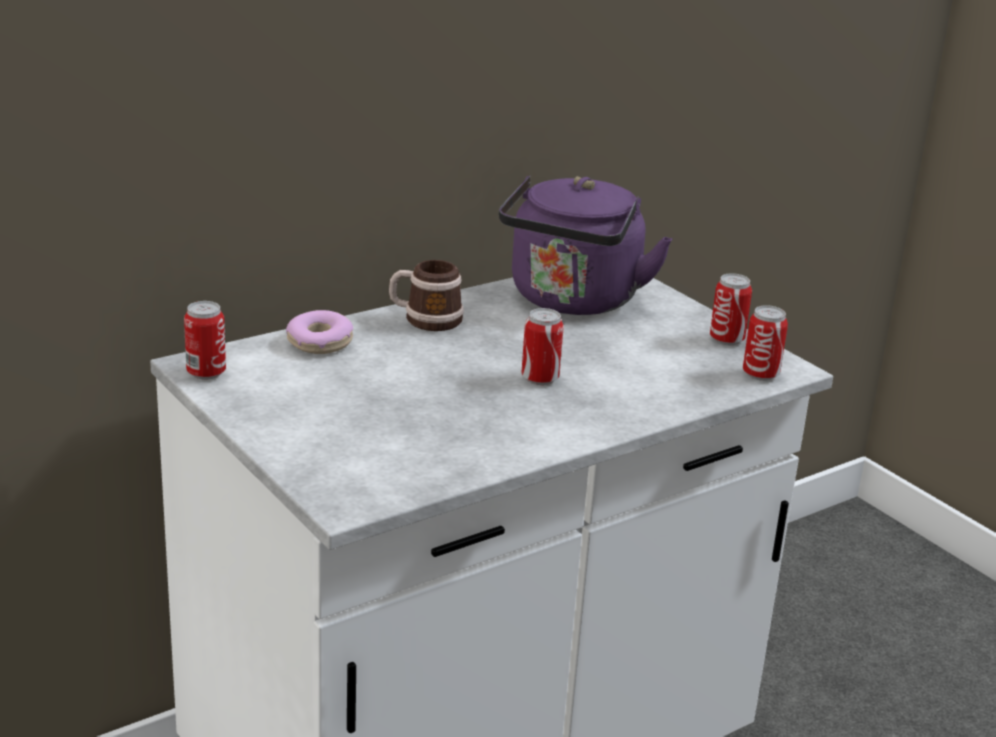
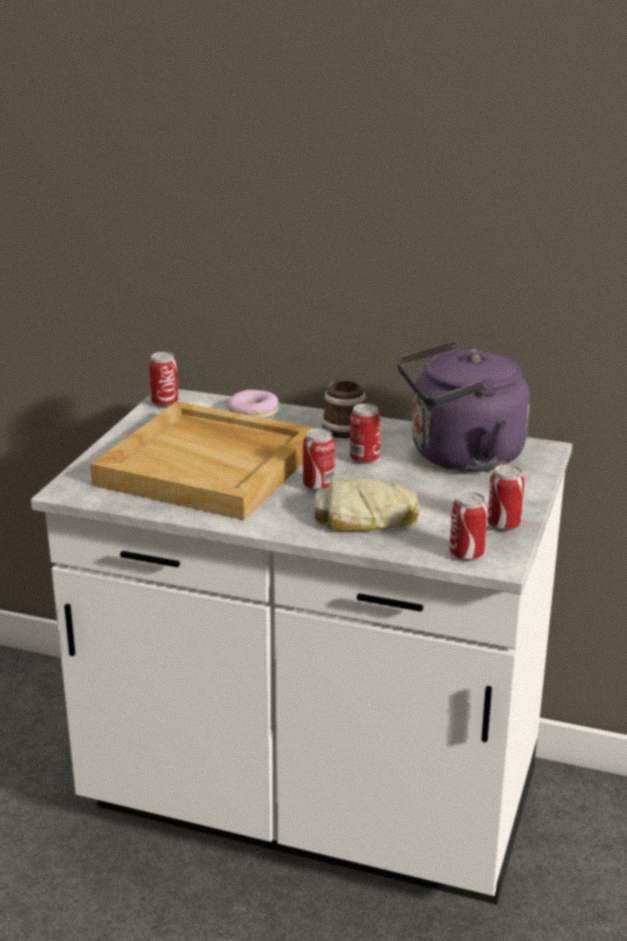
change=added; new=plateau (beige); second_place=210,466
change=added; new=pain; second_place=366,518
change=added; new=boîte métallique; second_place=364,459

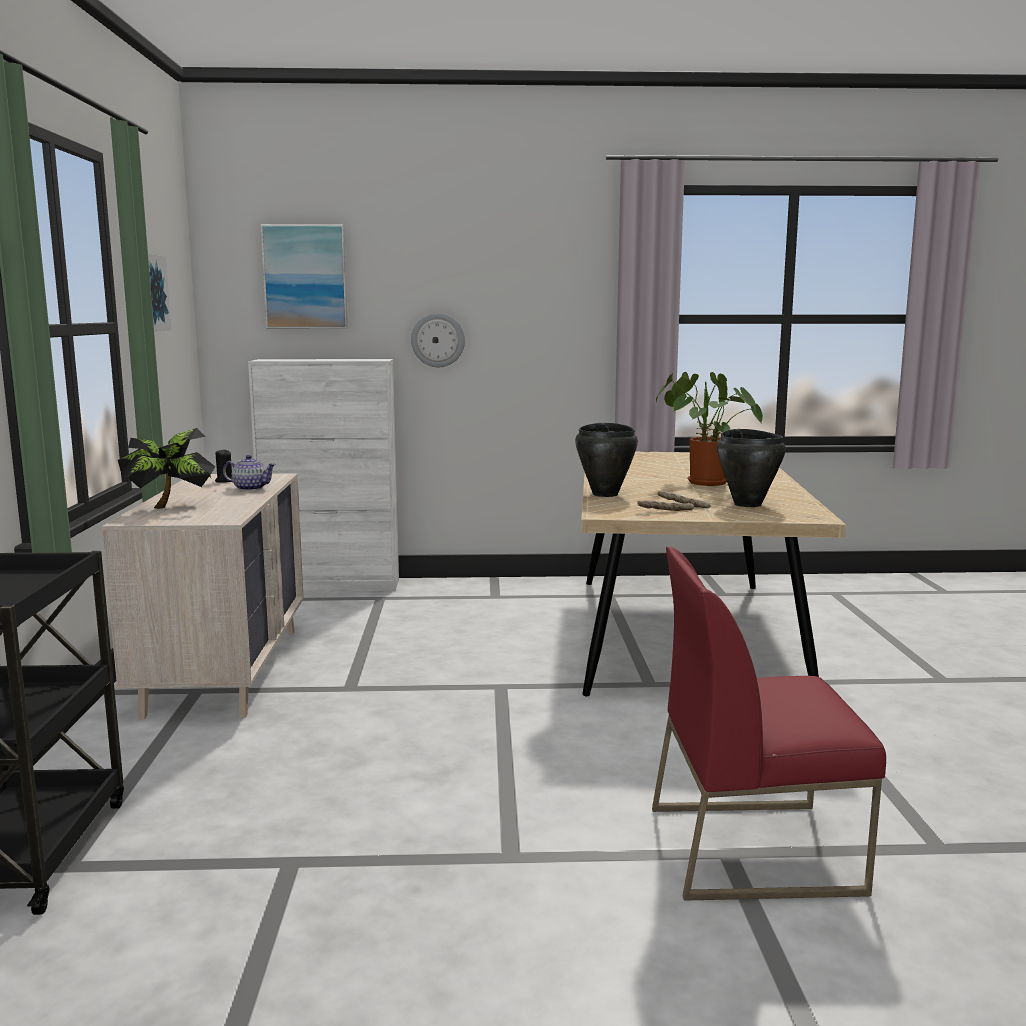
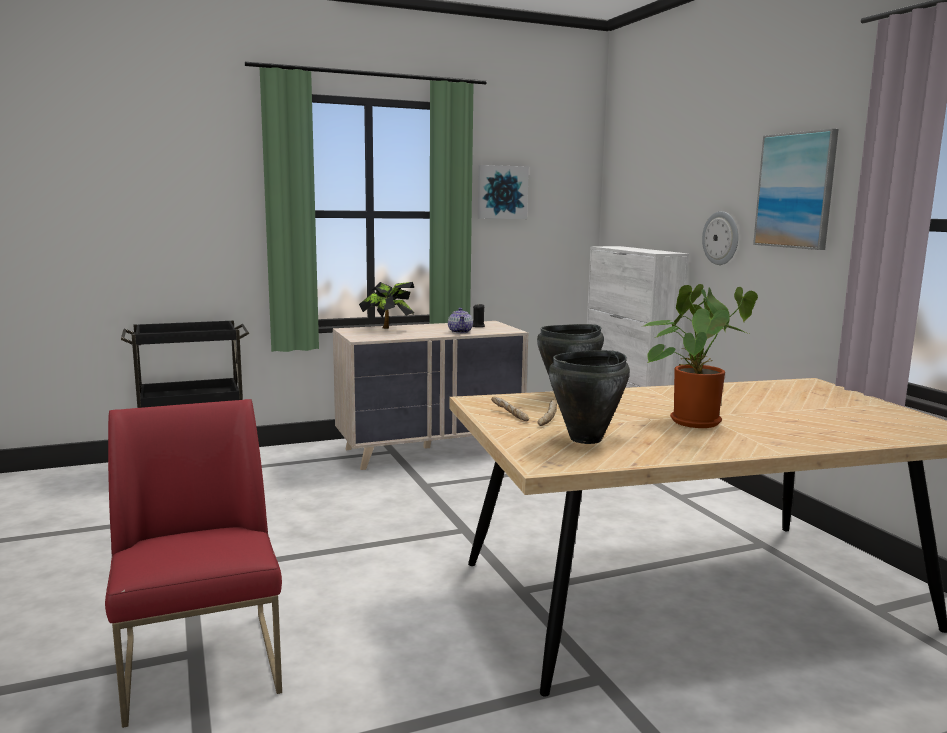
change=moved; old=tableau; first_place=305,277; second_place=796,190

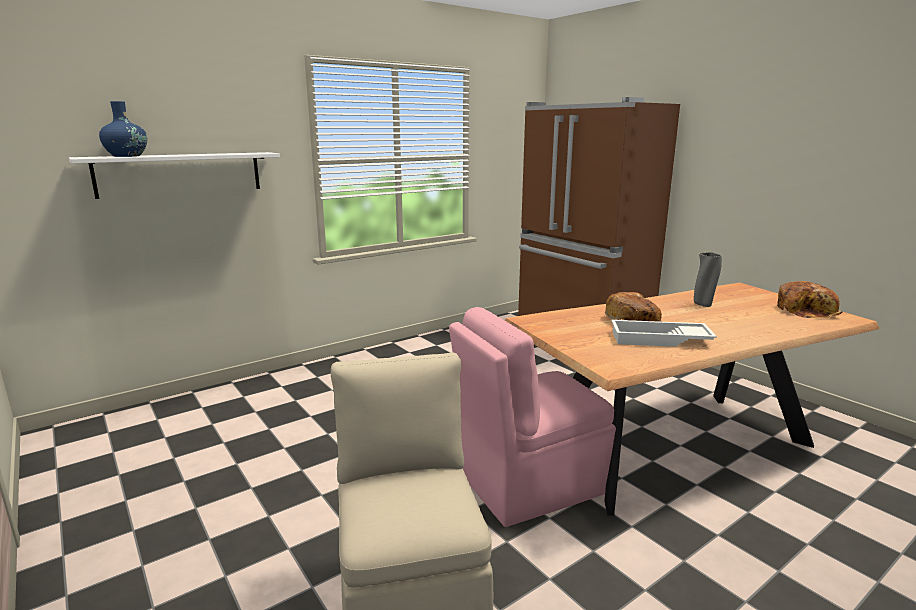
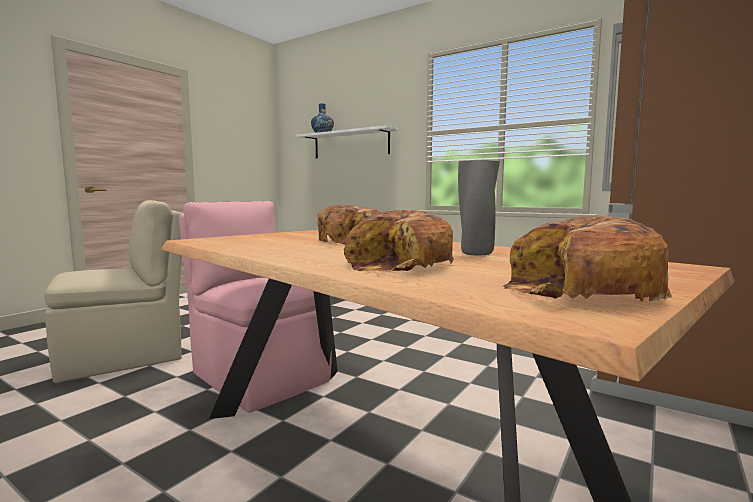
change=added; new=pain; second_place=401,265
change=removed; old=plateau (blanc); first_place=659,340

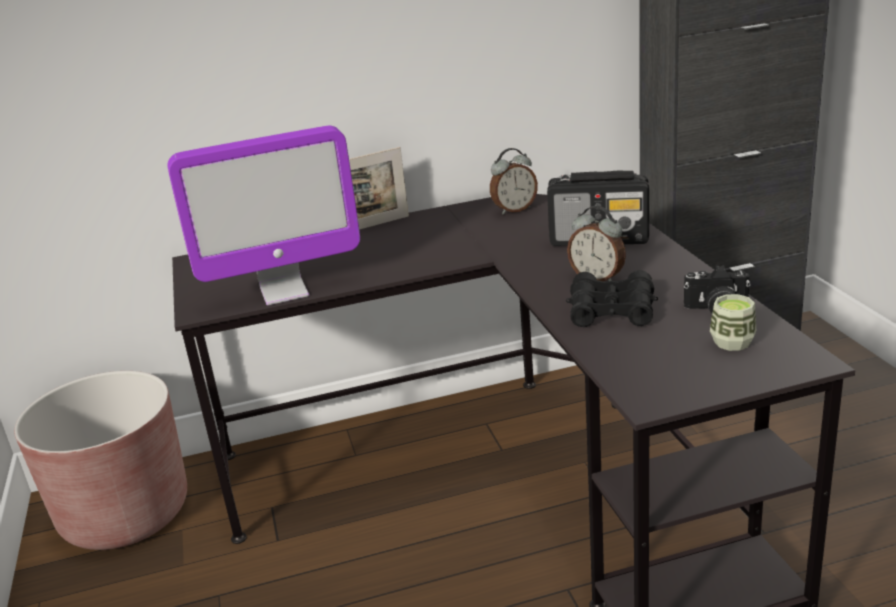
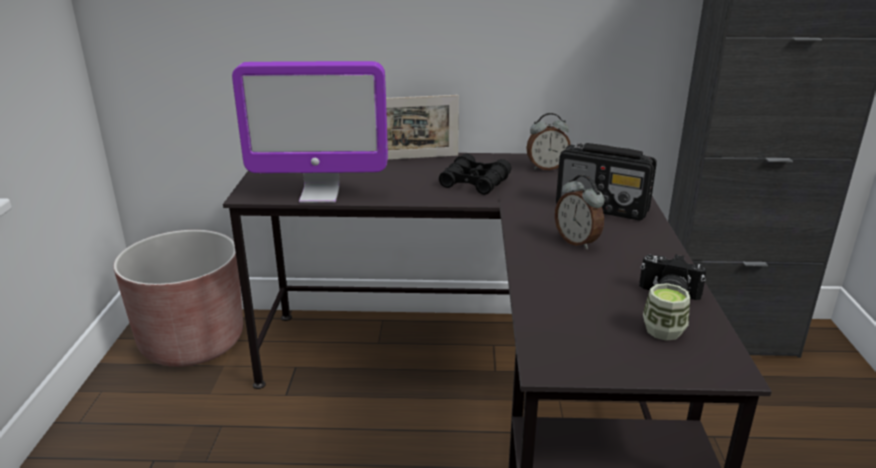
change=moved; old=jumelles (noir); first_place=612,311; second_place=474,183

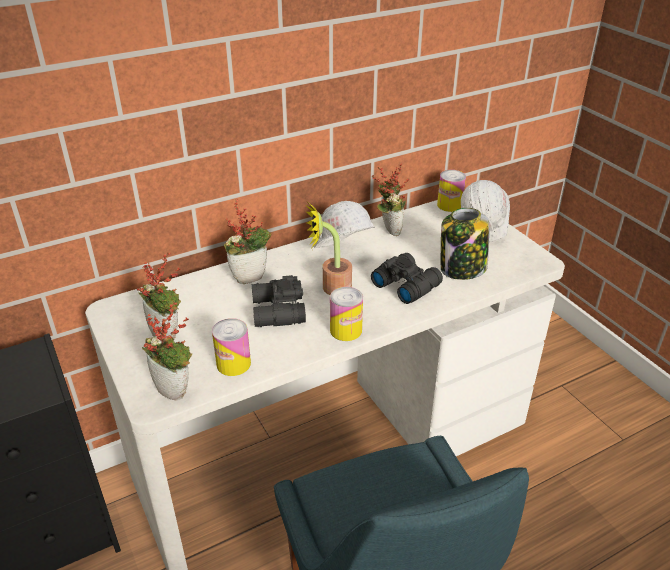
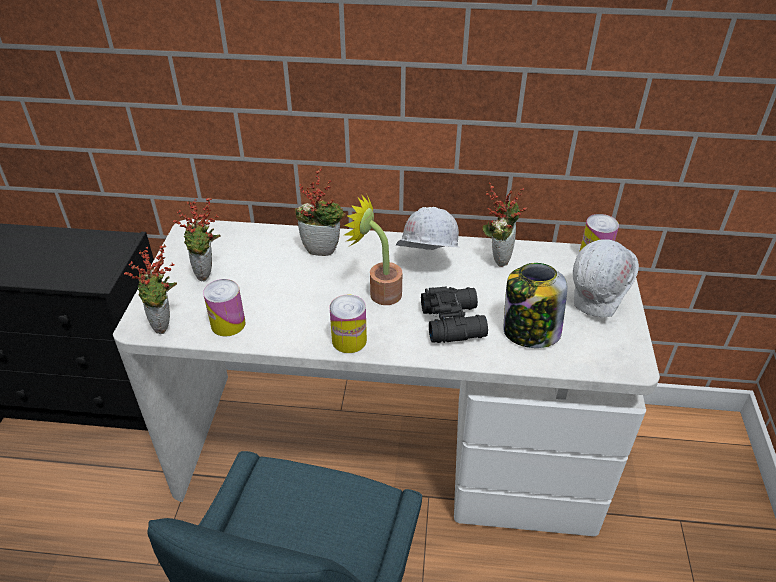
change=removed; old=jumelles (noir); first_place=277,312

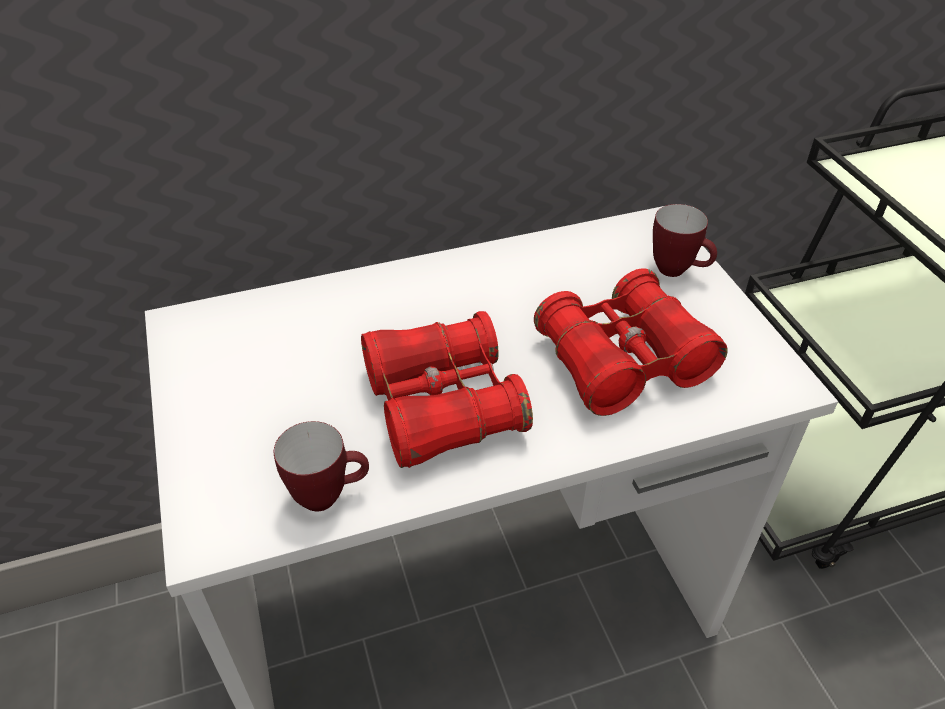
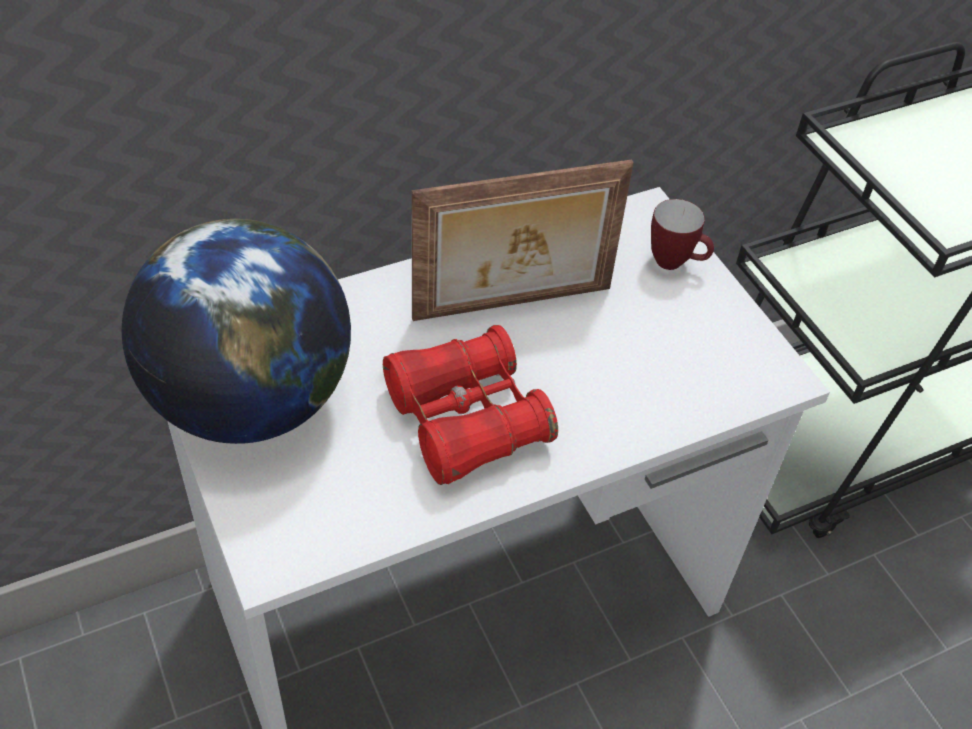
change=added; new=globe; second_place=250,401
change=added; new=cadre photo; second_place=513,306
change=removed; old=mug; first_place=329,495
change=removed; old=jumelles (rouge); first_place=623,361

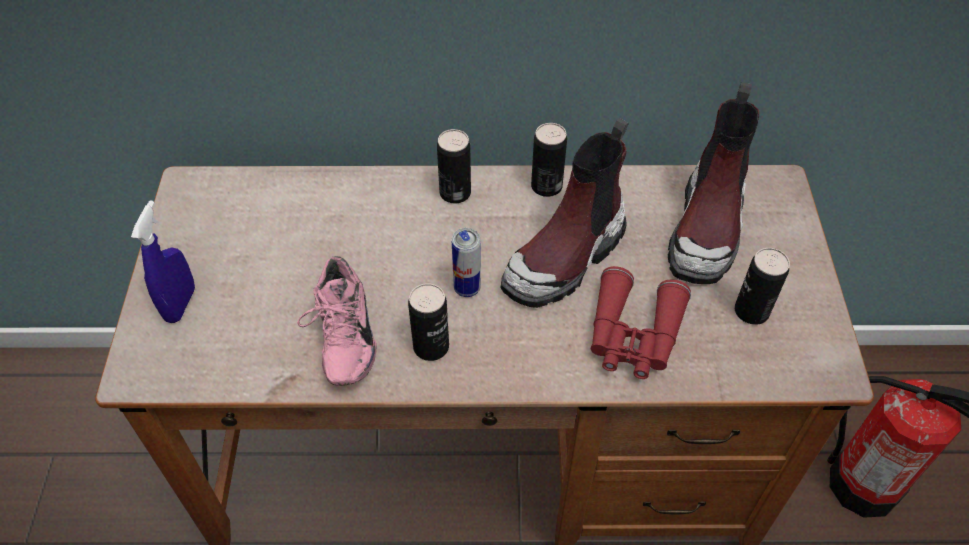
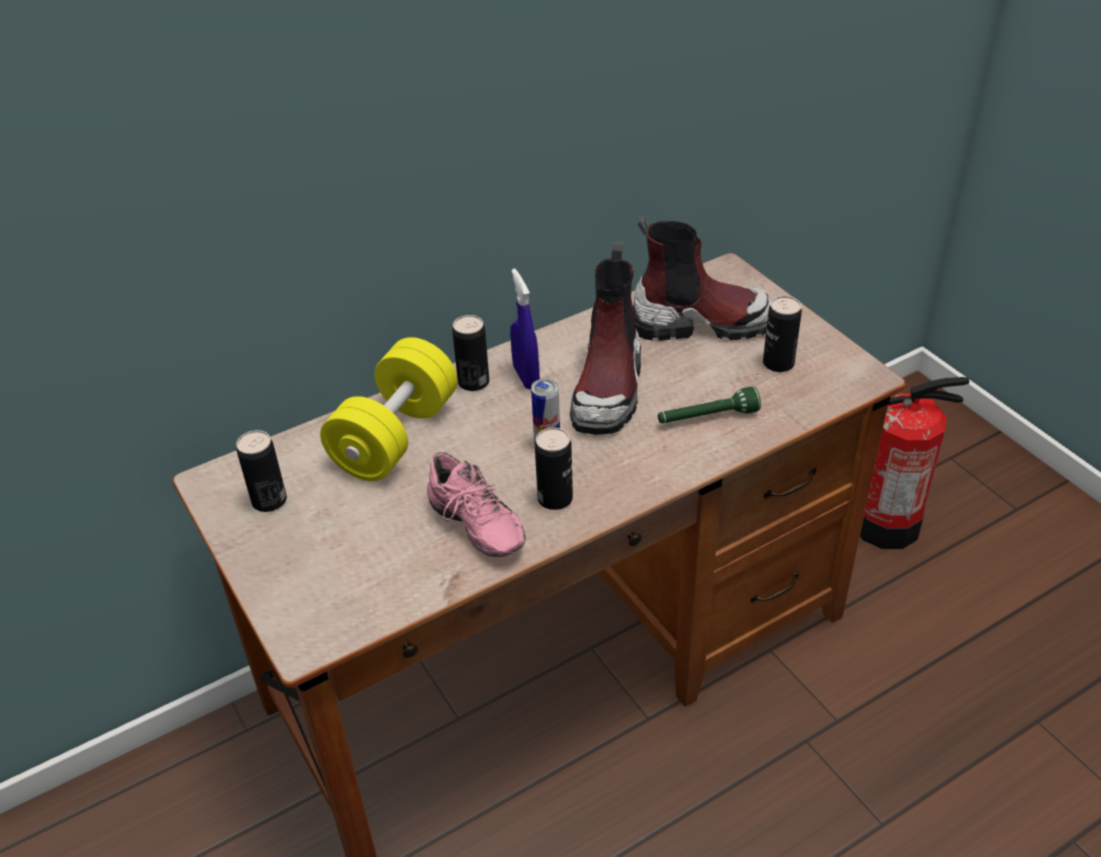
change=moved; old=boîte métallique; first_place=546,186; second_place=269,501
change=added; new=haltère (jaune); second_place=395,436
change=moved; old=vaporisateur (bleu); first_place=180,304; second_place=526,377
change=turned; old=botte; first_place=707,229; second_place=700,323; degrees=-75
change=replaced; old=jumelles (rouge); new=lampe de poche (vert); first_place=633,335; second_place=707,418

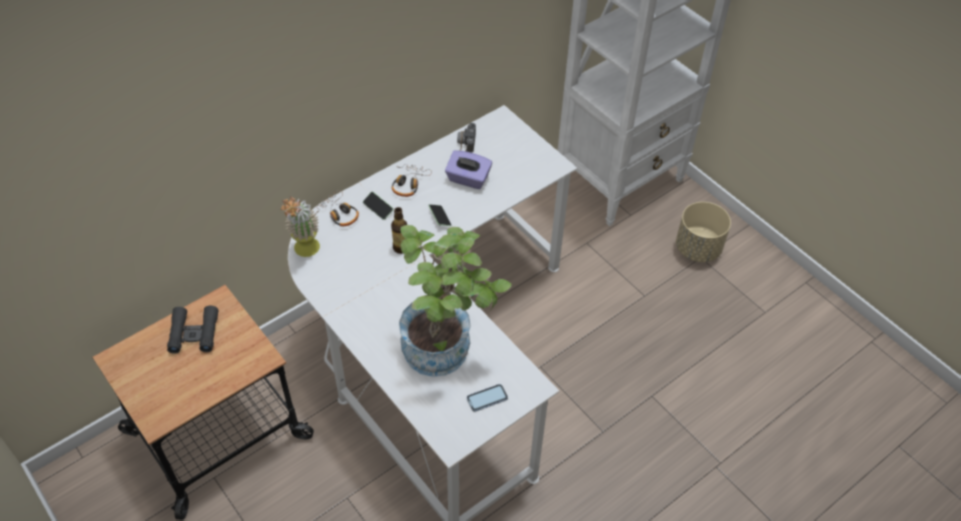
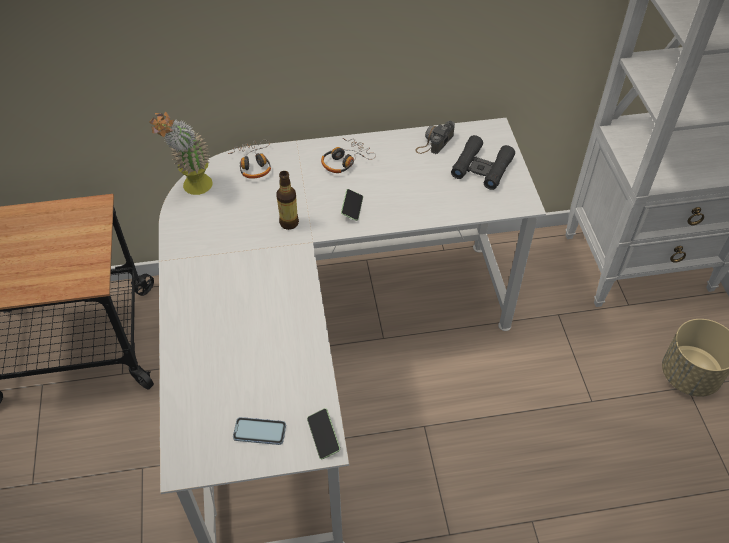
change=moved; old=téléphone; first_place=378,208; second_place=323,437
change=moved; old=jumelles (noir); first_place=194,333; second_place=481,168
change=removed; old=plante en pot; first_place=446,348
change=removed; old=boîte à mouchoirs (violet); first_place=468,179

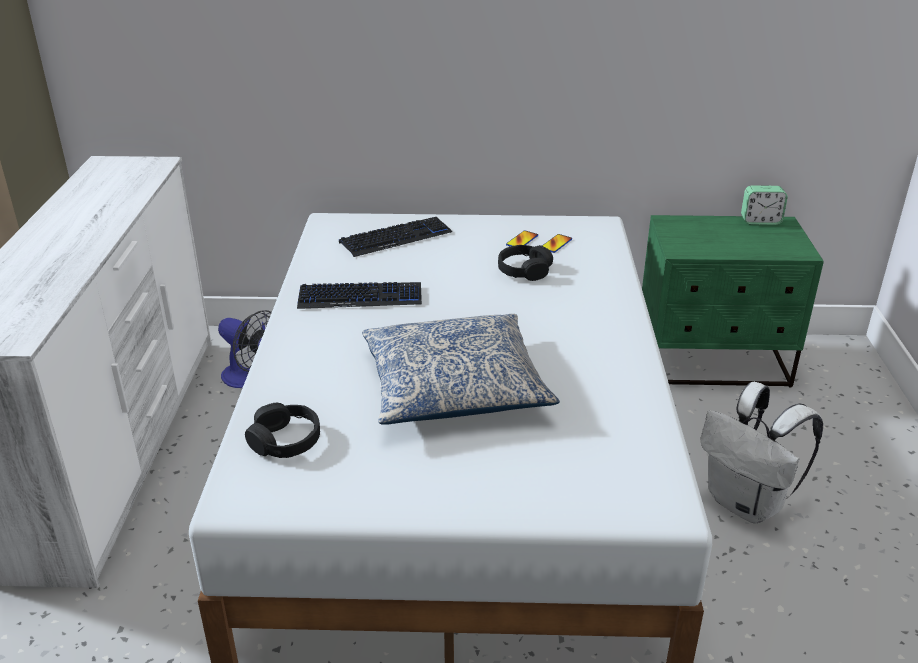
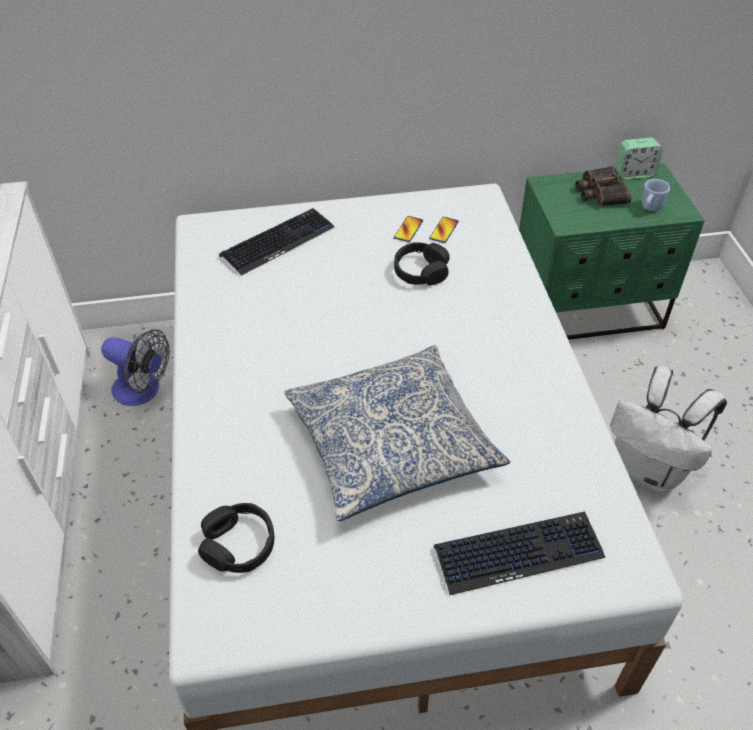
change=moved; old=clavier; first_place=360,297; second_place=518,552
change=added; new=jumelles; second_place=600,192
change=added; new=mug (bleu); second_place=649,208

